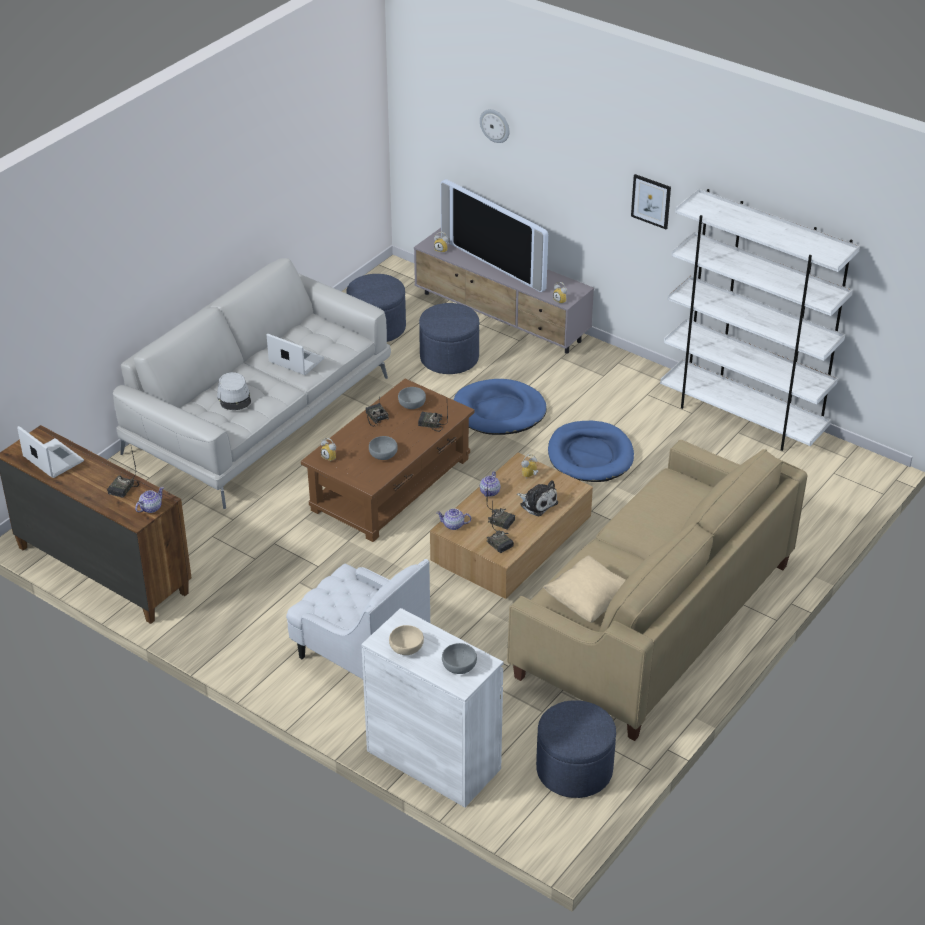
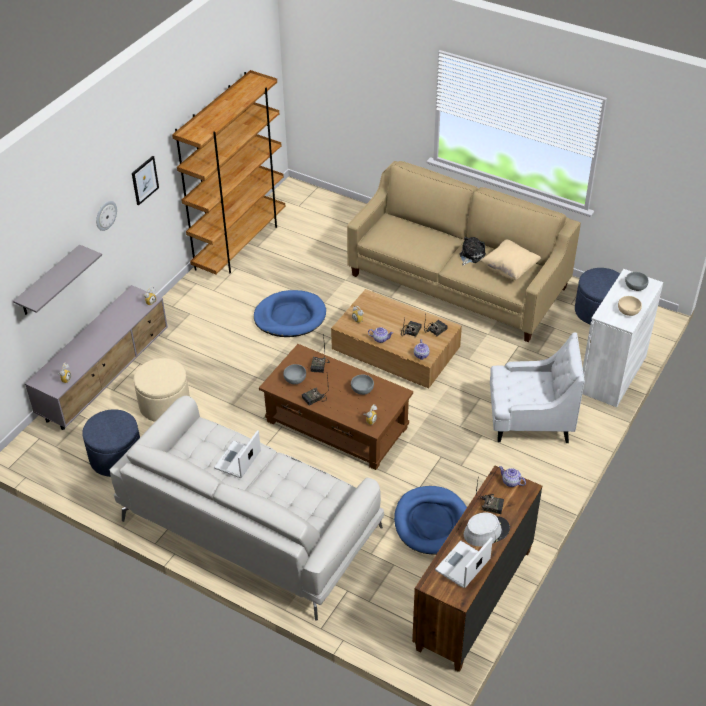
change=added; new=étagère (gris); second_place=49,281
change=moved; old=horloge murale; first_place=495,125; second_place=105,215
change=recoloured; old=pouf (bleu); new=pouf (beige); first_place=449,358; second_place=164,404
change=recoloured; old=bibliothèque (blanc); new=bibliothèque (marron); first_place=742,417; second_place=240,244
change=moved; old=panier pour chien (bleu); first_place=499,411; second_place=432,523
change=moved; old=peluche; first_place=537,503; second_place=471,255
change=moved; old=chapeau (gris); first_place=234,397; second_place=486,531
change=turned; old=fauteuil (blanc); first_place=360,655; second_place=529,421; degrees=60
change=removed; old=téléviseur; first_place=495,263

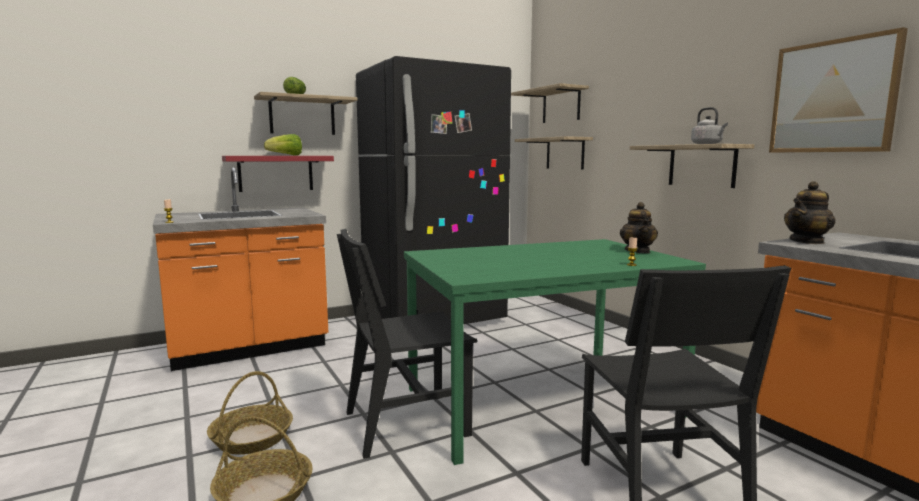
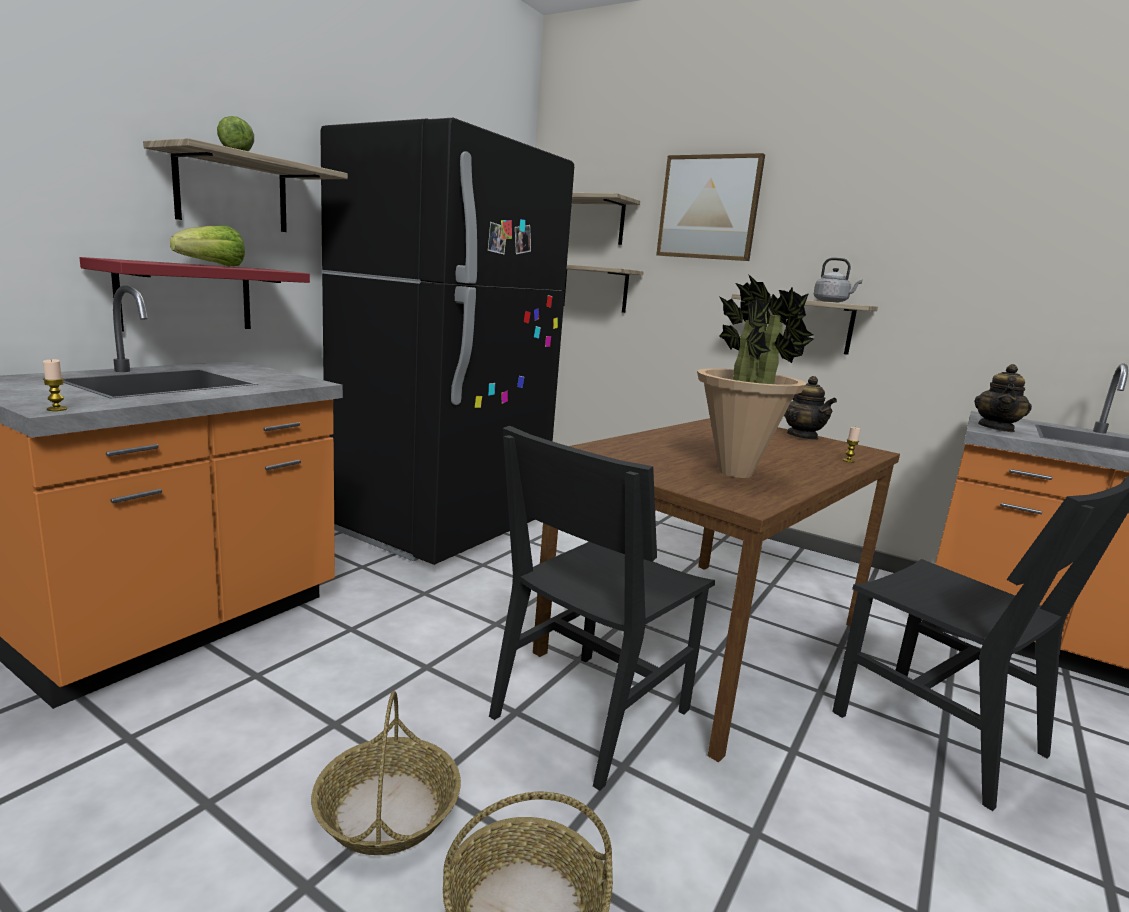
change=recoloured; old=table à manger (vert); new=table à manger (marron); first_place=541,401; second_place=707,636
change=moved; old=tableau; first_place=833,97; second_place=709,208
change=added; new=plante en pot; second_place=736,473

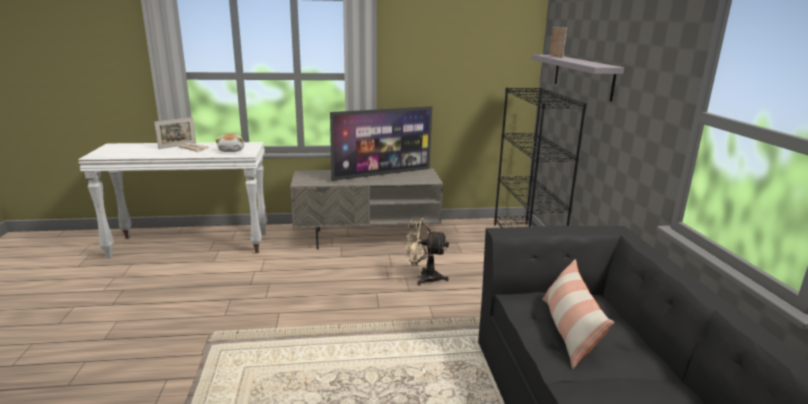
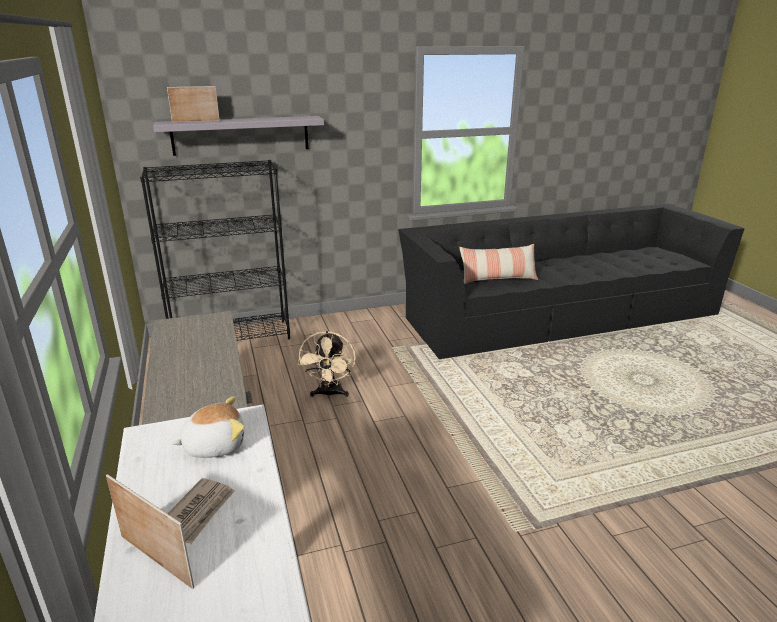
change=removed; old=téléviseur; first_place=382,174

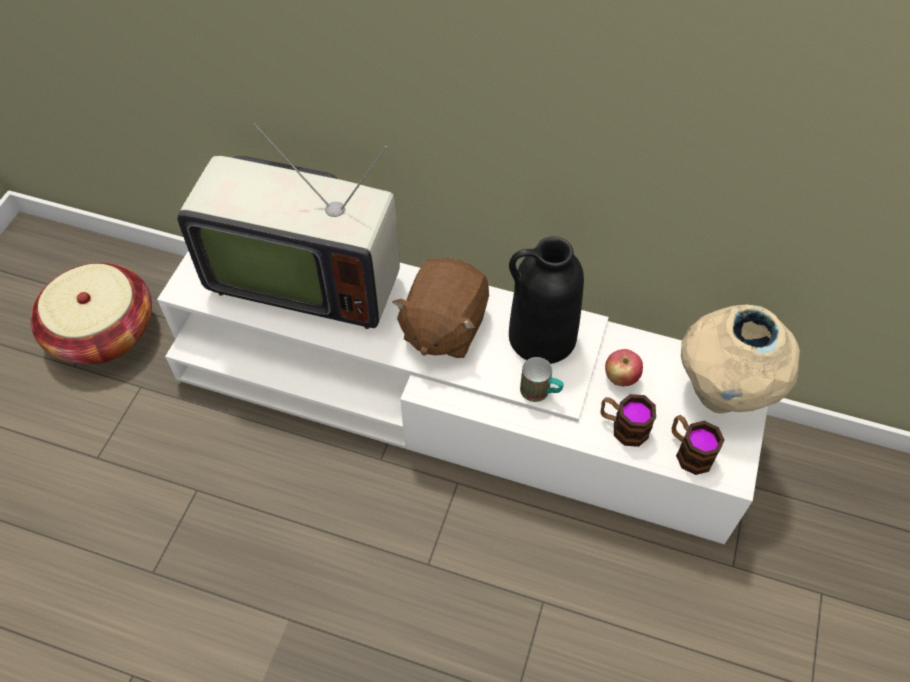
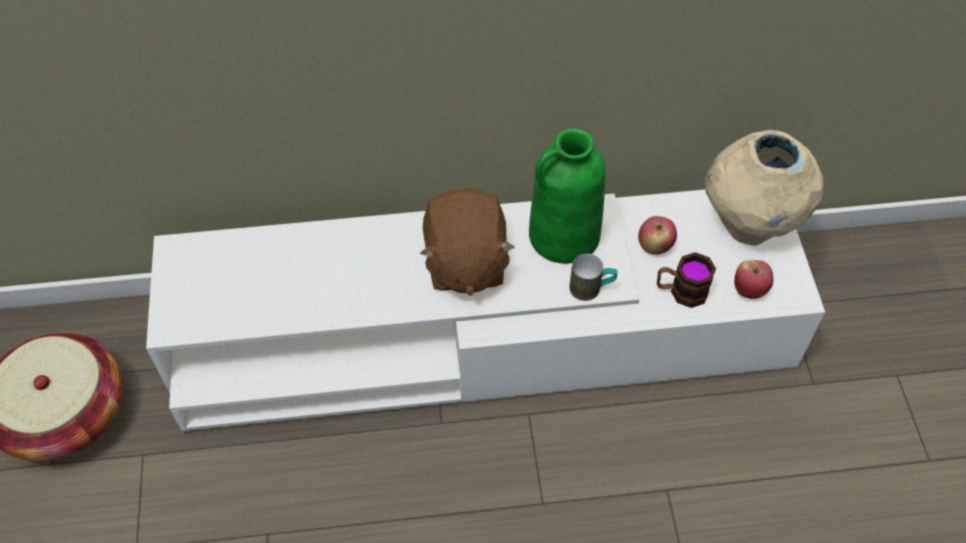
change=recoloured; old=vase (noir); new=vase (vert); first_place=541,337; second_place=563,236
change=replaced; old=mug; new=pomme; first_place=688,451; second_place=749,290
change=removed; old=téléviseur; first_place=304,277

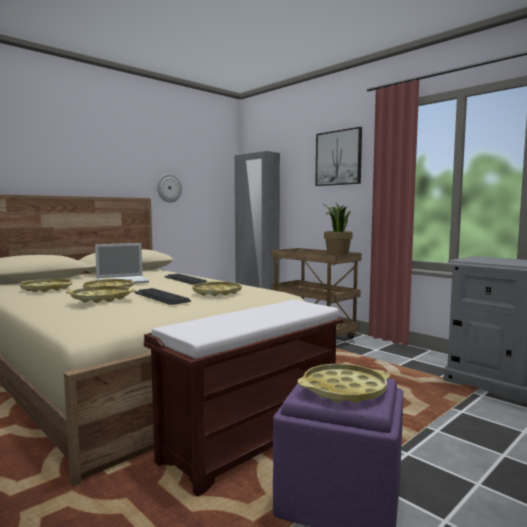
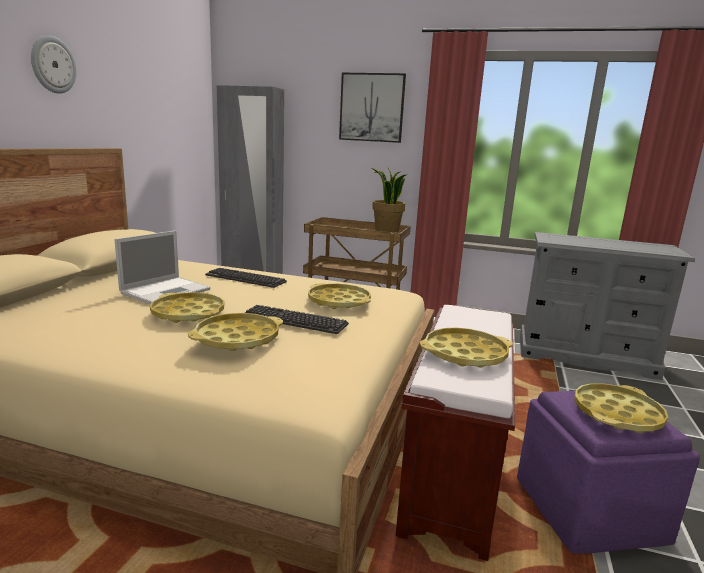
change=moved; old=horloge murale; first_place=169,188; second_place=53,65
change=moved; old=plateau (jaune); first_place=47,289; second_place=465,354

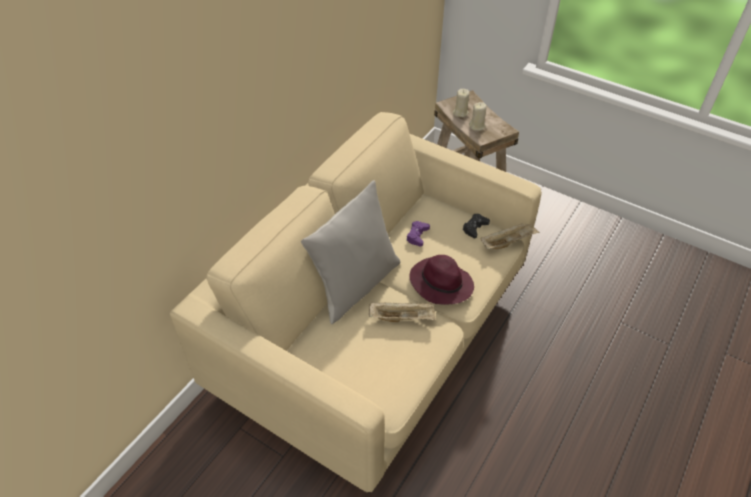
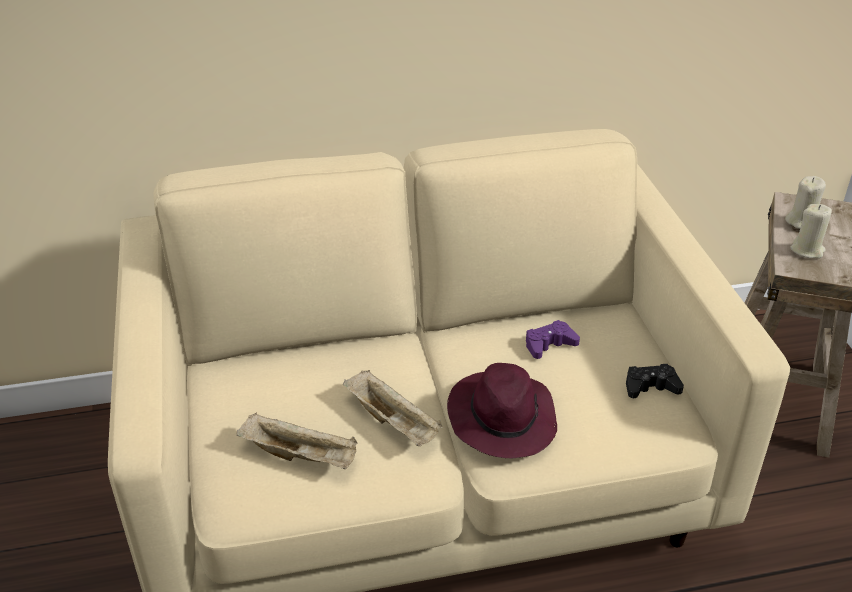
change=moved; old=plateau (beige); first_place=508,242; second_place=301,456
change=removed; old=coussin (gris); first_place=355,285

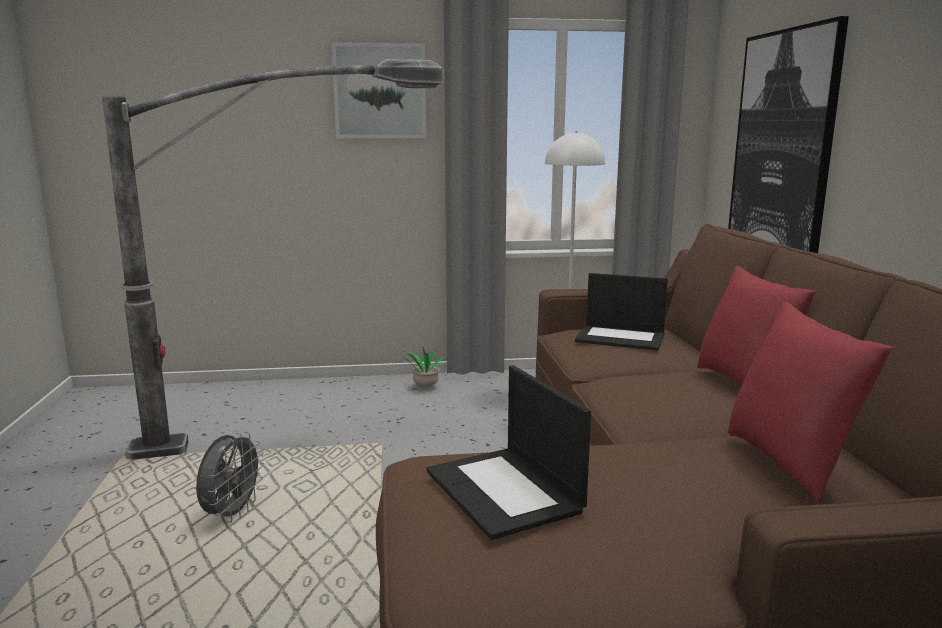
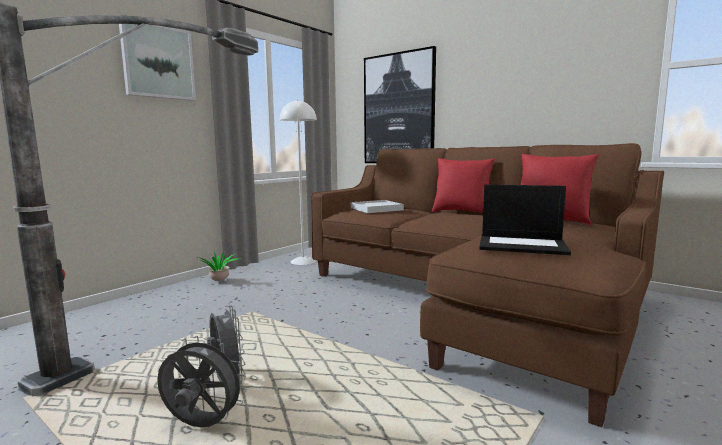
change=added; new=ventilateur (gris); second_place=201,426
change=replaced; old=ordinateur portable; new=plateau (blanc); first_place=621,338; second_place=376,209

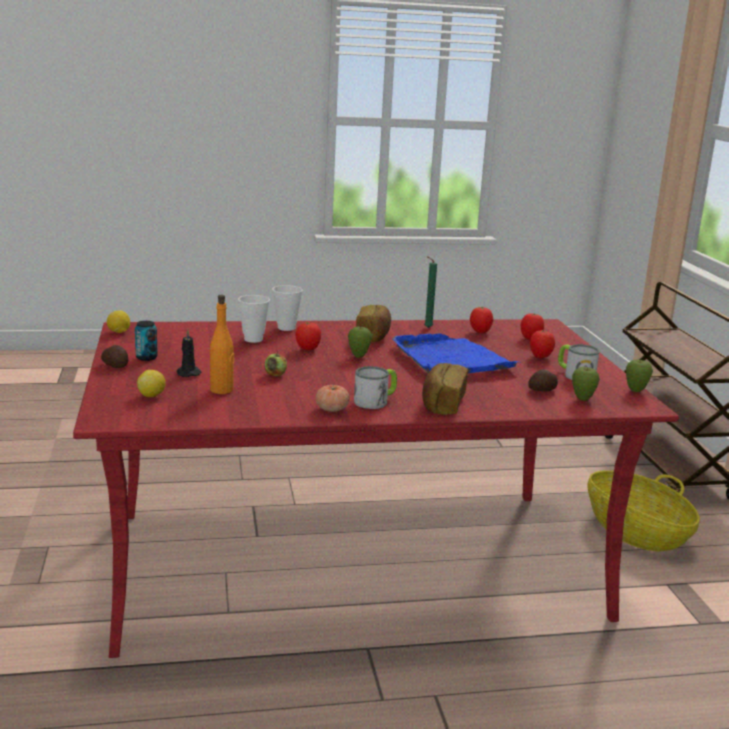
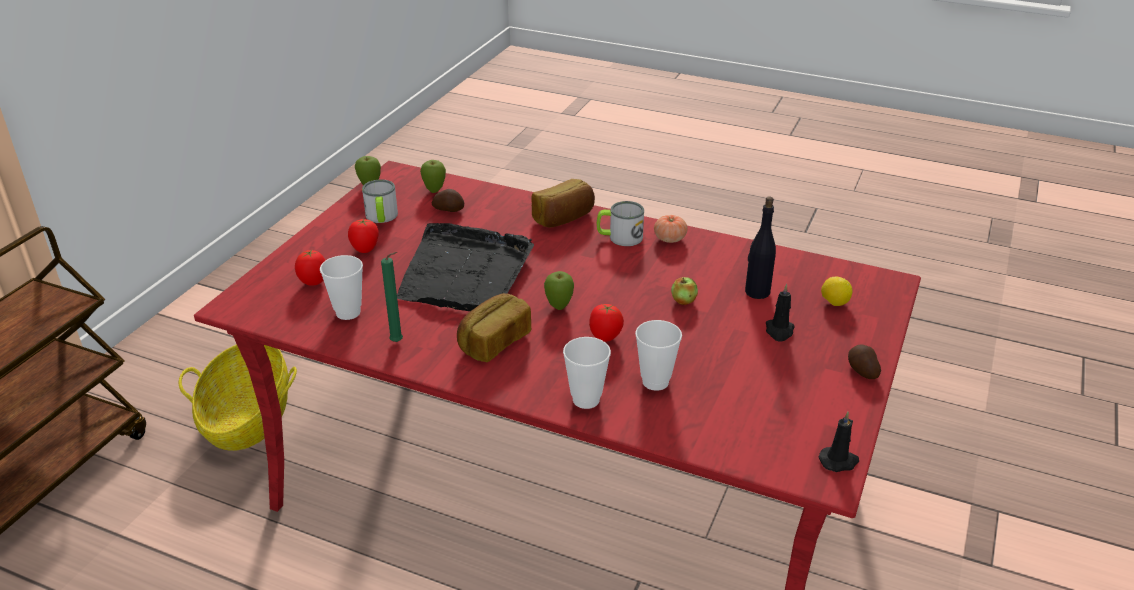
change=replaced; old=tomate; new=tasse; first_place=480,332; second_place=348,312
change=recoloured; old=plateau (bleu); new=plateau (noir); first_place=451,359; second_place=465,273
change=recoloured; old=bouteille (orange); new=bouteille (noir); first_place=222,390; second_place=757,292
change=replaced; old=citron; new=bougie (noir); first_place=119,332; second_place=839,461
change=removed; old=boîte métallique; first_place=146,357

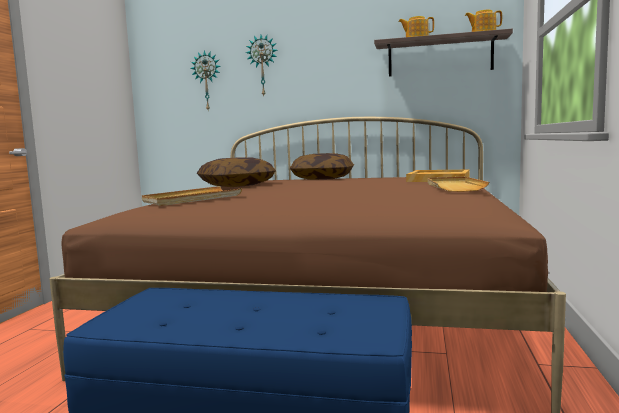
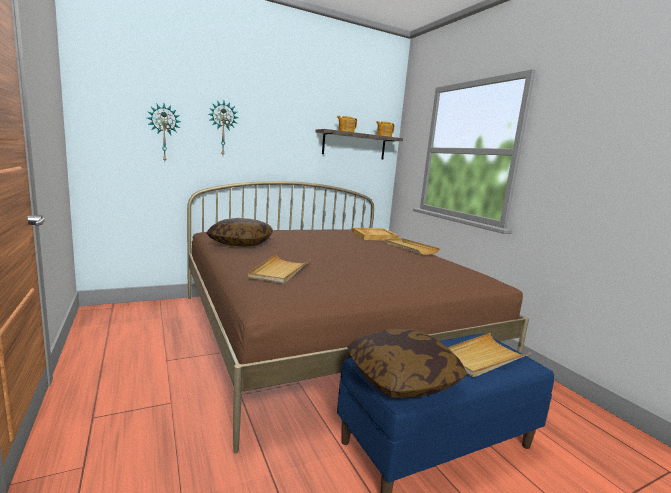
change=moved; old=coussin; first_place=323,178; second_place=402,378
change=added; new=plateau (beige); second_place=482,357

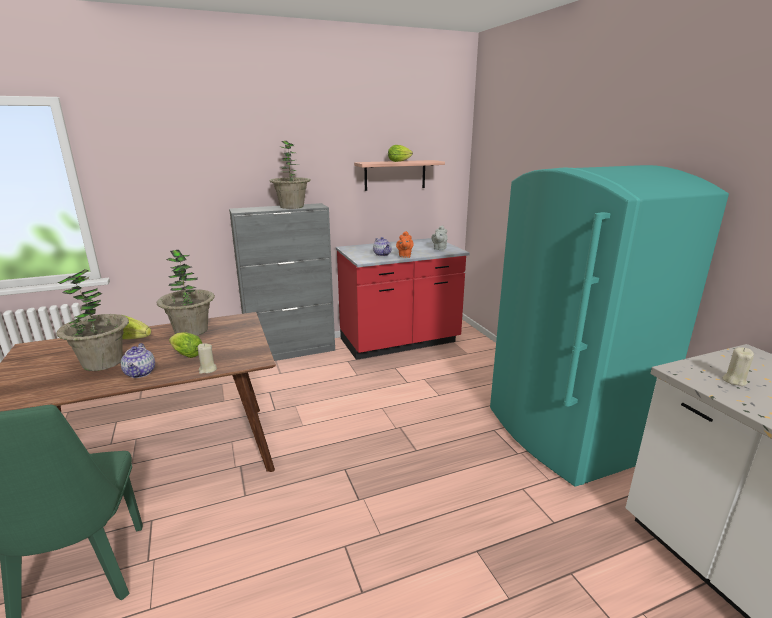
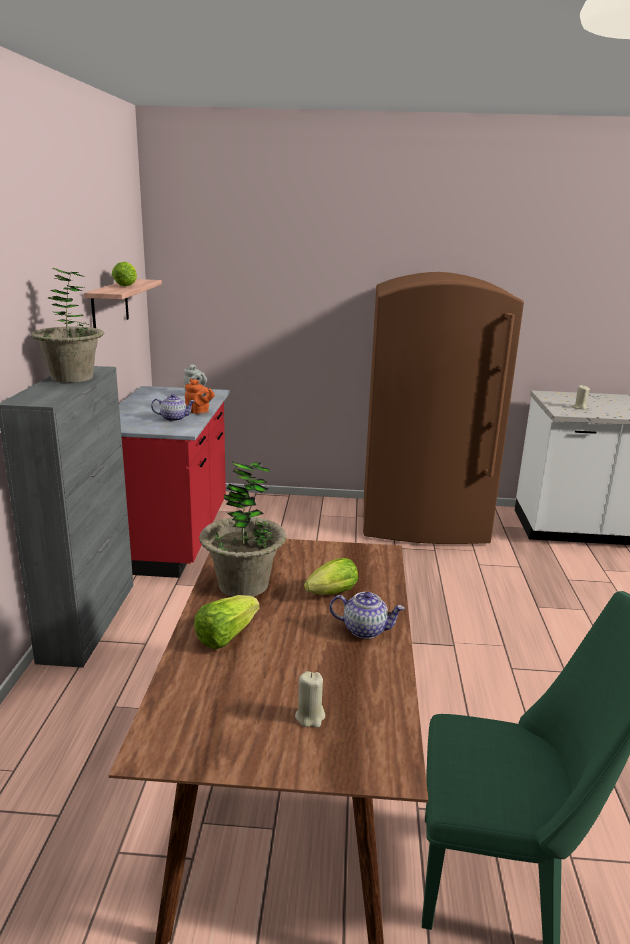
change=moved; old=bougie (beige); first_place=207,370; second_place=310,717
change=recoloured; old=réfrigérateur (turquoise); new=réfrigérateur (marron); first_place=565,434; second_place=423,522
change=removed; old=plante en pot; first_place=102,362

